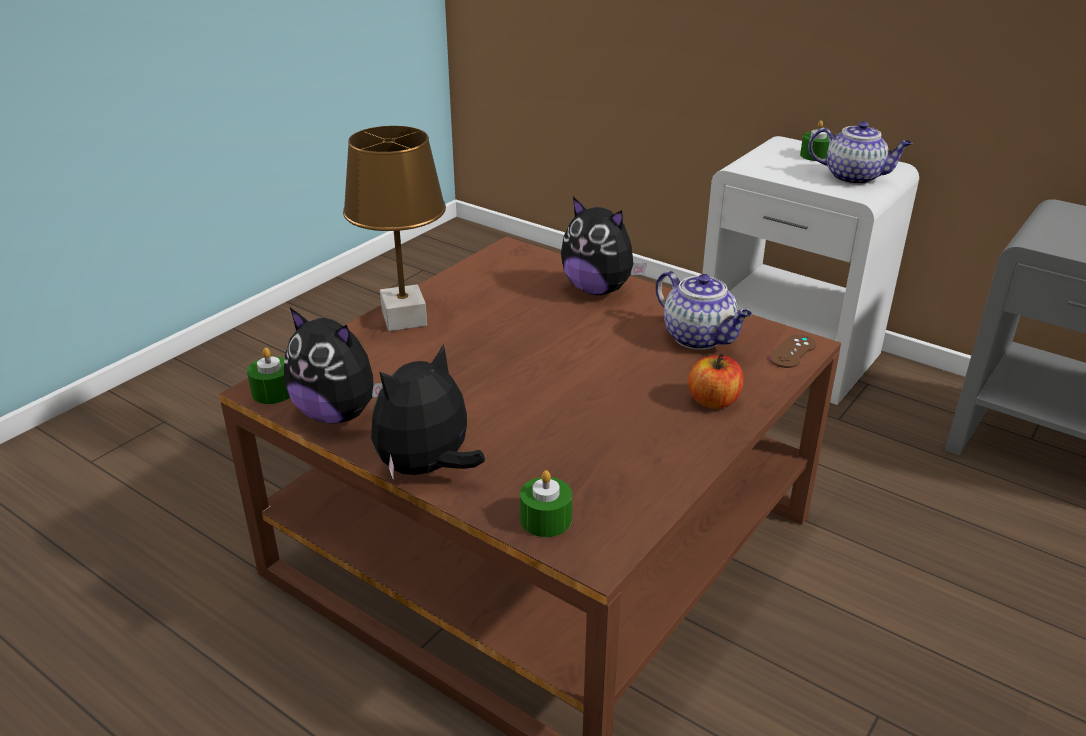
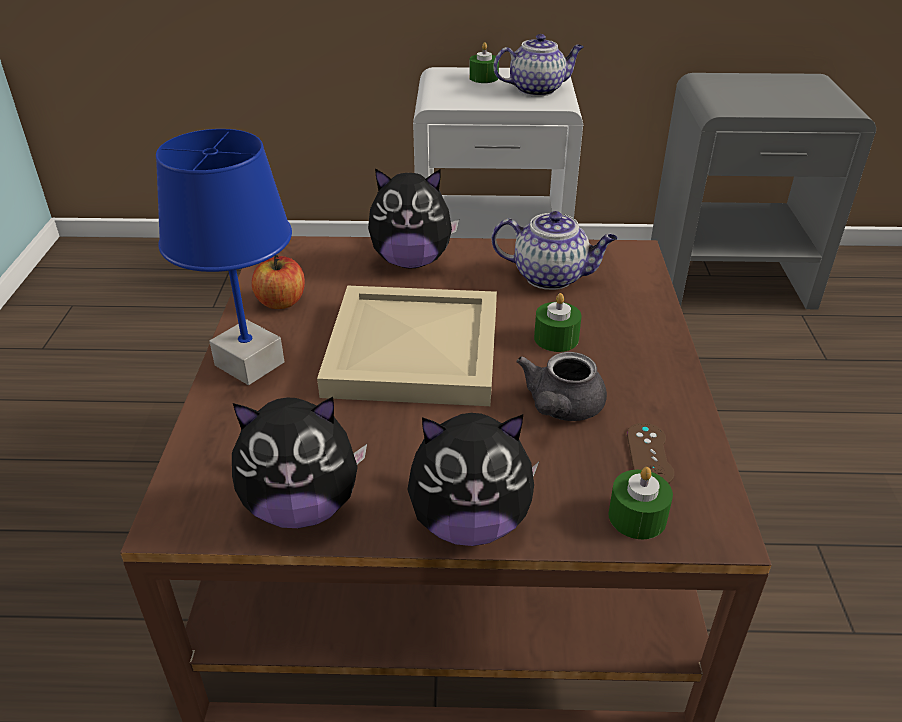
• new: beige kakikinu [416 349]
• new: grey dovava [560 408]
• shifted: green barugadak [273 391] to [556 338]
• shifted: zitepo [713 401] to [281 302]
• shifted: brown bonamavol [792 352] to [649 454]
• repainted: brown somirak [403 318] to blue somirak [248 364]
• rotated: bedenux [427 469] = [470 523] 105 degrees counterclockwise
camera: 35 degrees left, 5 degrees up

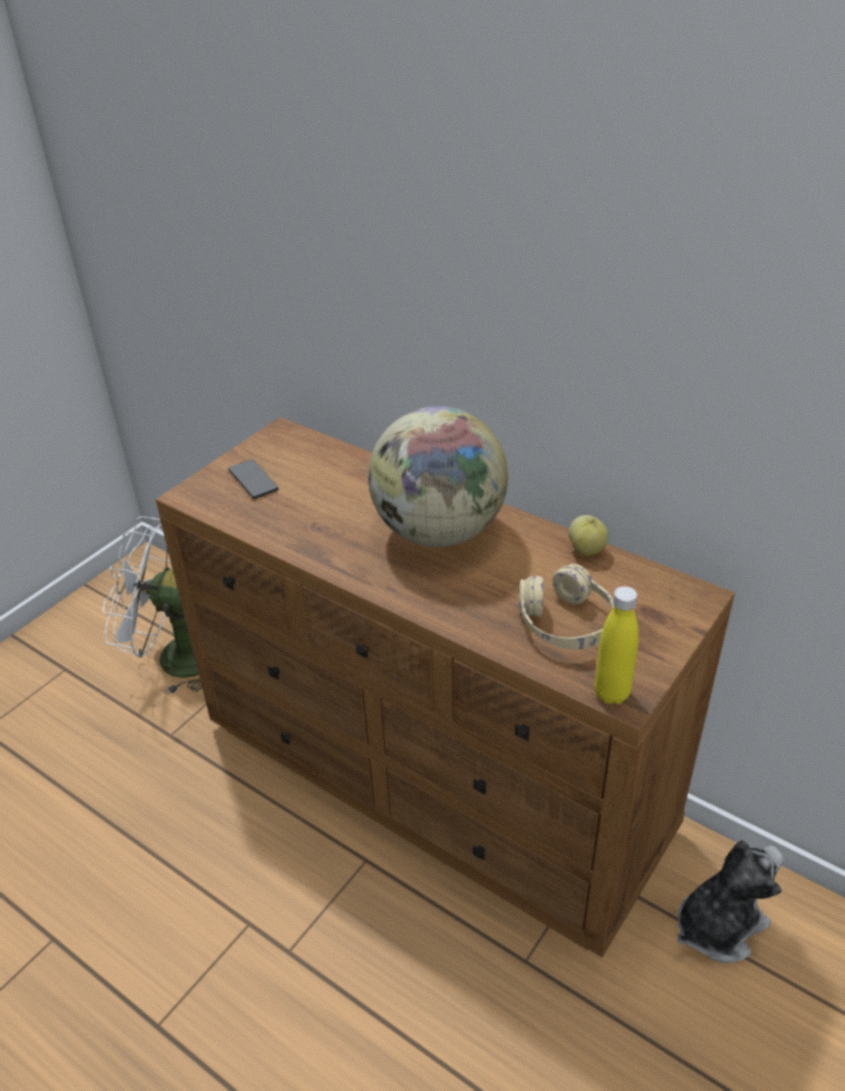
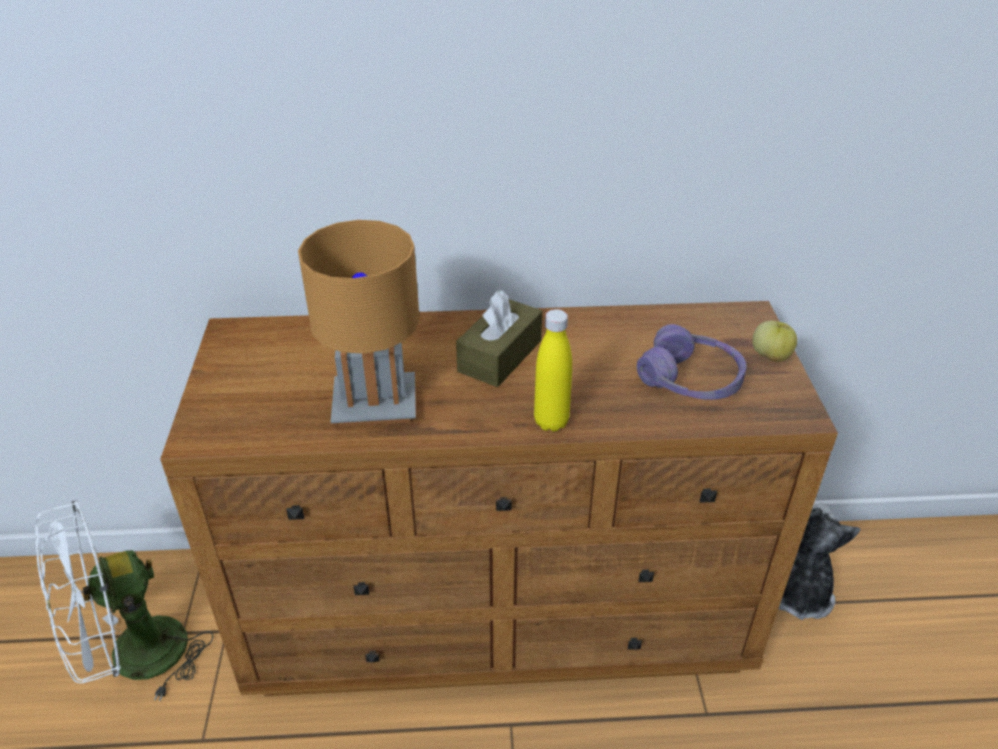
• gone: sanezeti [253 480]
• new: brown somirak [375 405]
• shifted: zitepo [587 550] to [771 356]
• shifted: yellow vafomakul [611 693] to [551 422]
• swapped: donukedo [438 532] to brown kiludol [500 356]
• repainted: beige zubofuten [566 623] to purple zubofuten [690 380]
camera: 40 degrees left, 0 degrees up

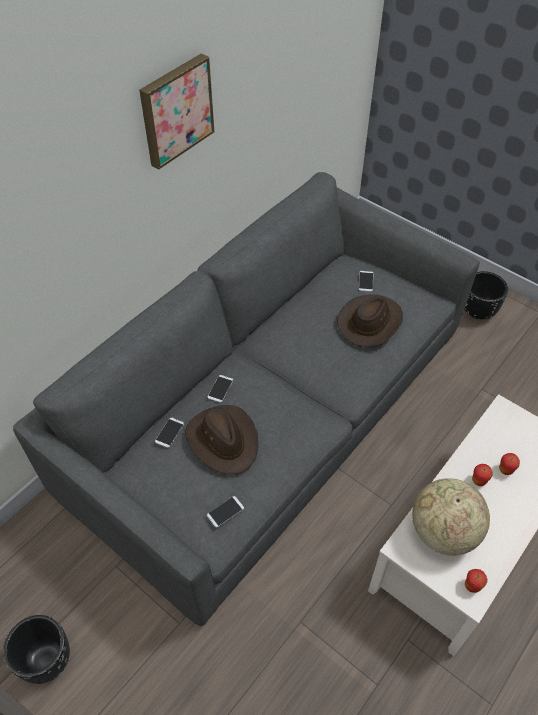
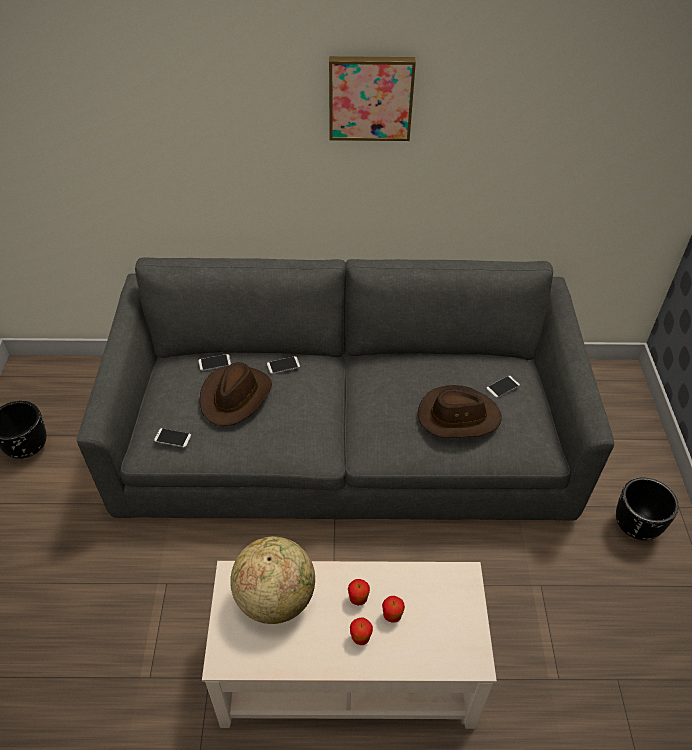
• shifted: zitepo [472 585] to [360 637]
camera: 50 degrees right, 5 degrees down

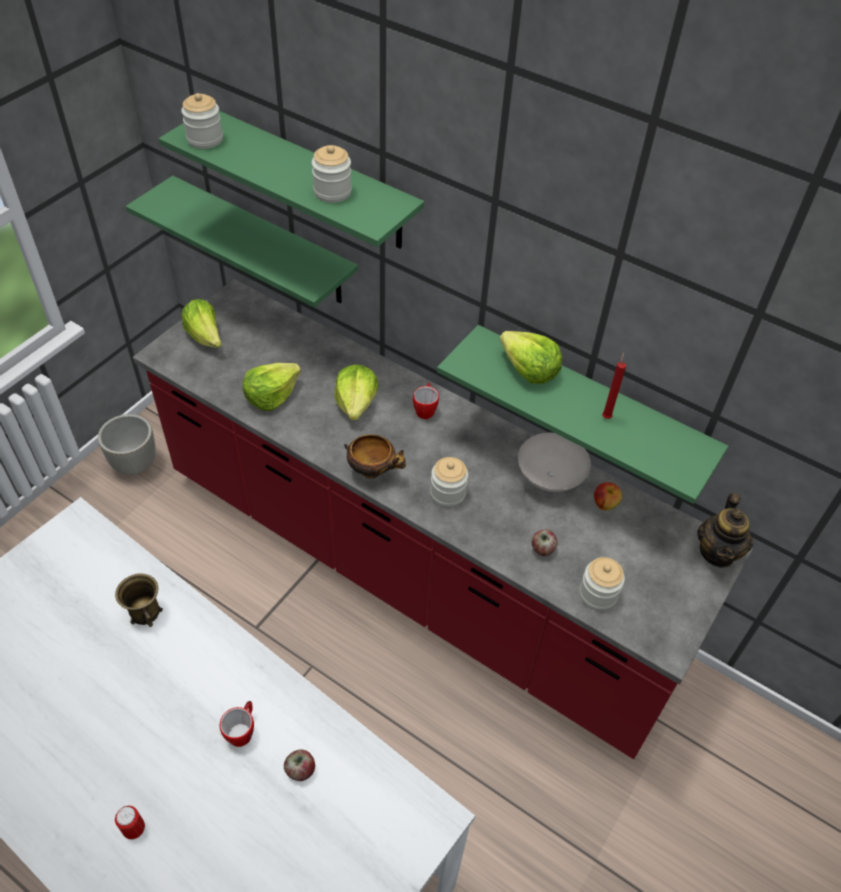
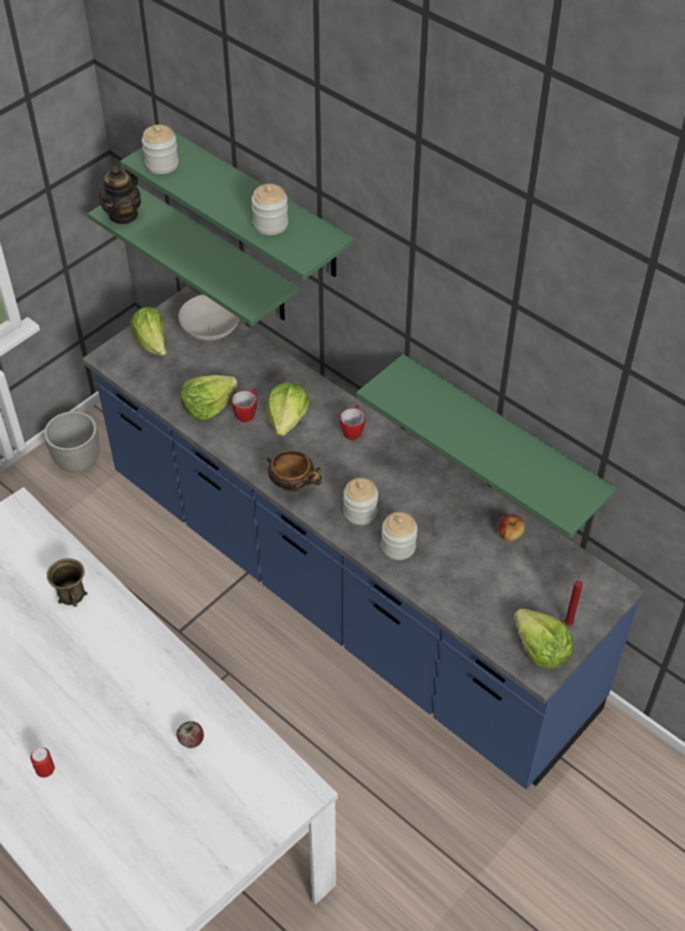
• gone: zitepo [542 549]
• shifted: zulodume [242 730] to [247 413]
• shifted: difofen [528 370] to [541 649]
• shifted: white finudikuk [550 478] to [211 332]
• shifted: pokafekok [598 594] to [398 546]
• shifted: red barugadak [606 416] to [568 622]
• shifted: dovava [717 552] to [123 215]
• repainted: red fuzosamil [413 569] to blue fuzosamil [342 591]
camera: 10 degrees right, 0 degrees up

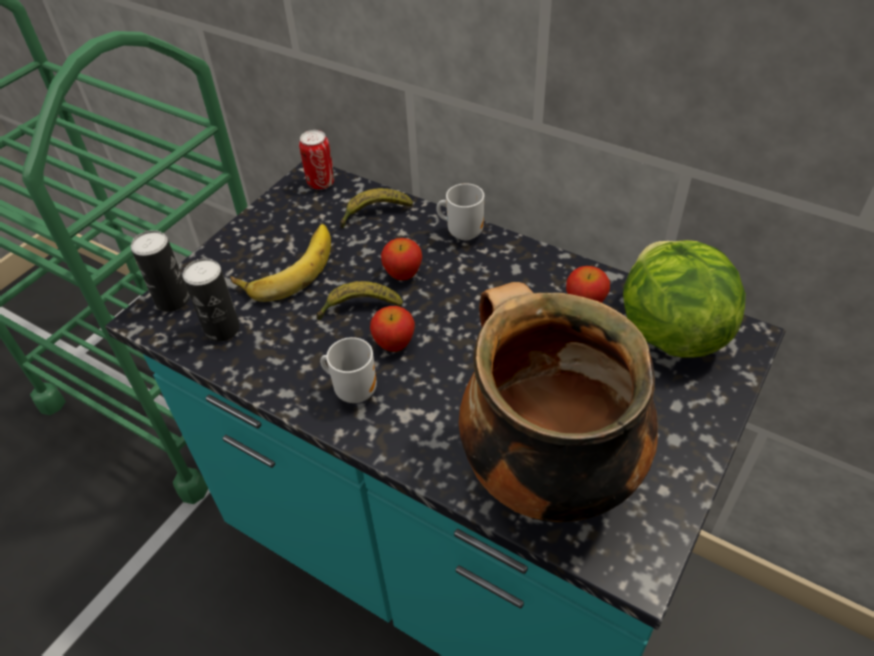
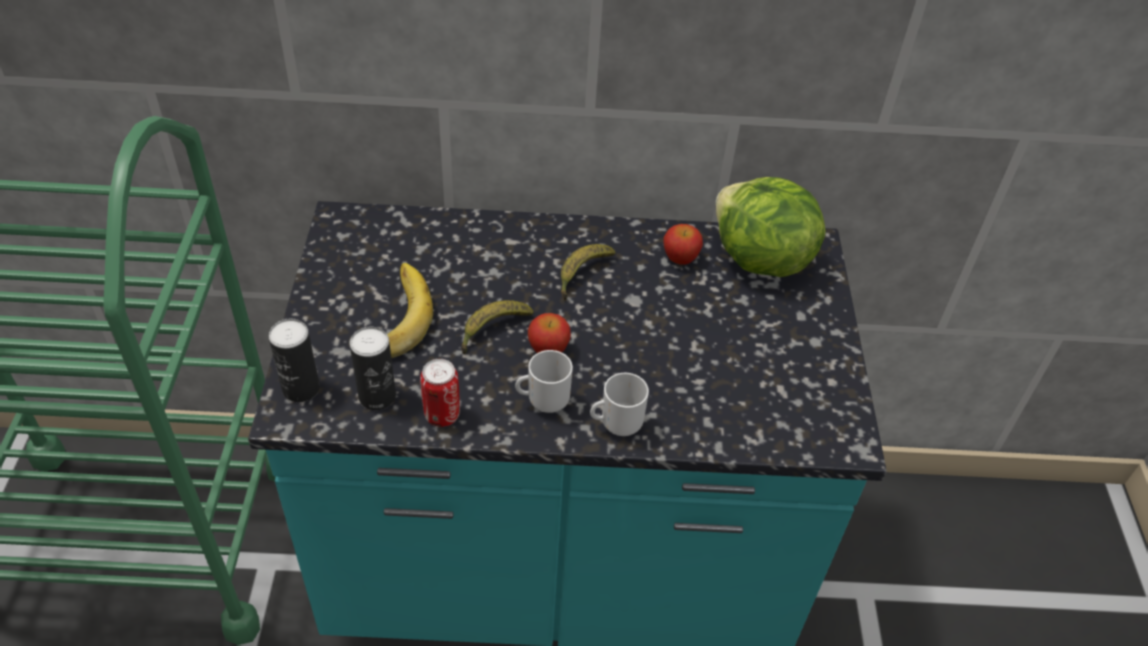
• gone: zitepo [403 274]
• gone: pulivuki [544 476]
• shifted: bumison [321 183] to [442 415]
• shifted: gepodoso [374 213] to [582 274]
• shifted: zulodume [463 232] to [617 424]
camera: 35 degrees left, 0 degrees up

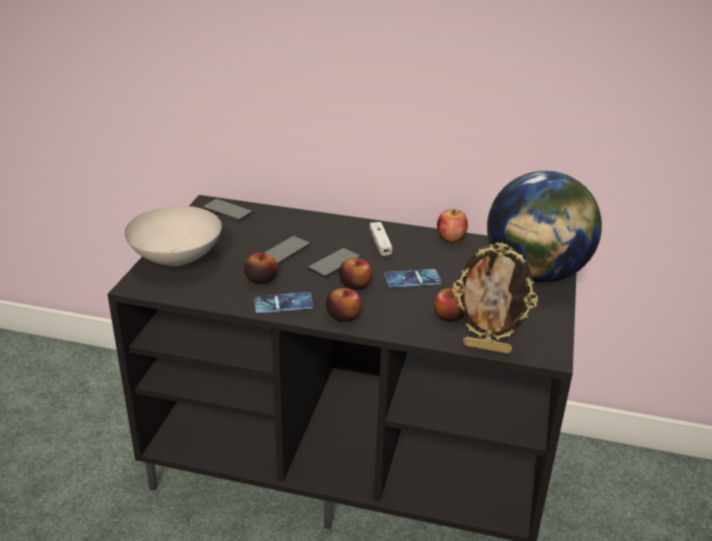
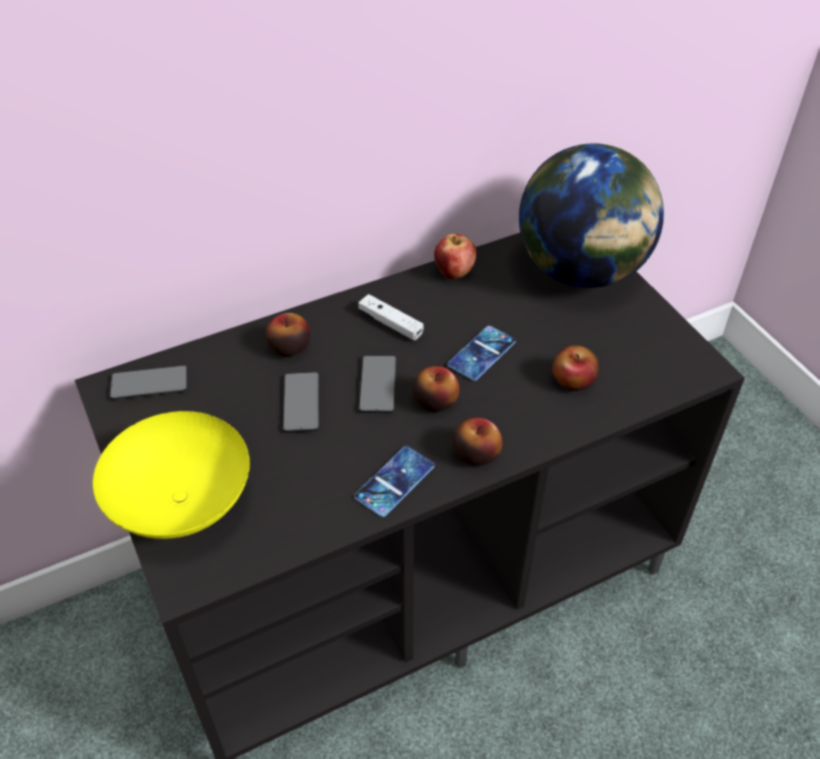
• gone: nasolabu [487 347]
• shifted: zitepo [261 279] to [289 347]
• repainted: white finudikuk [176 259] to yellow finudikuk [182 505]
camera: 40 degrees left, 15 degrees up

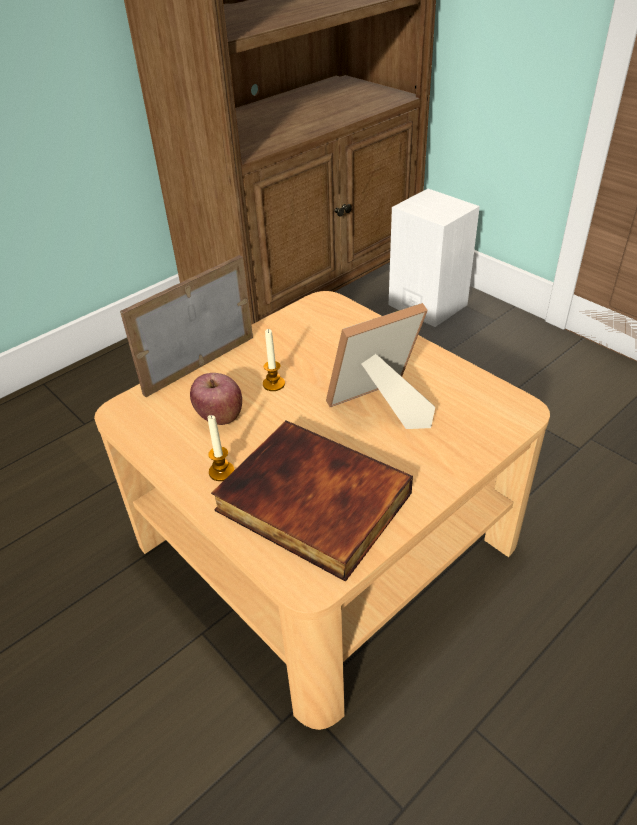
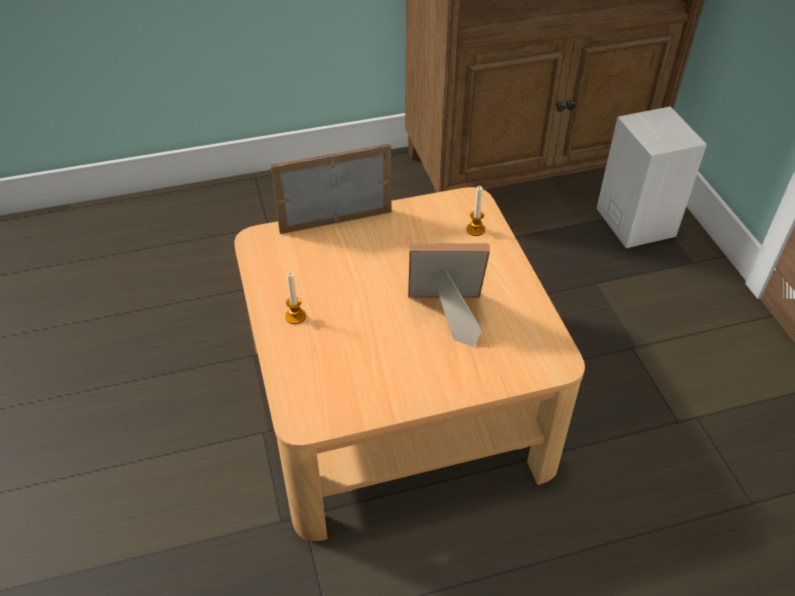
• gone: zitepo [219 416]
• gone: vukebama [310 503]
• shifted: barugadak [273 384] to [475 229]
camera: 25 degrees right, 5 degrees up

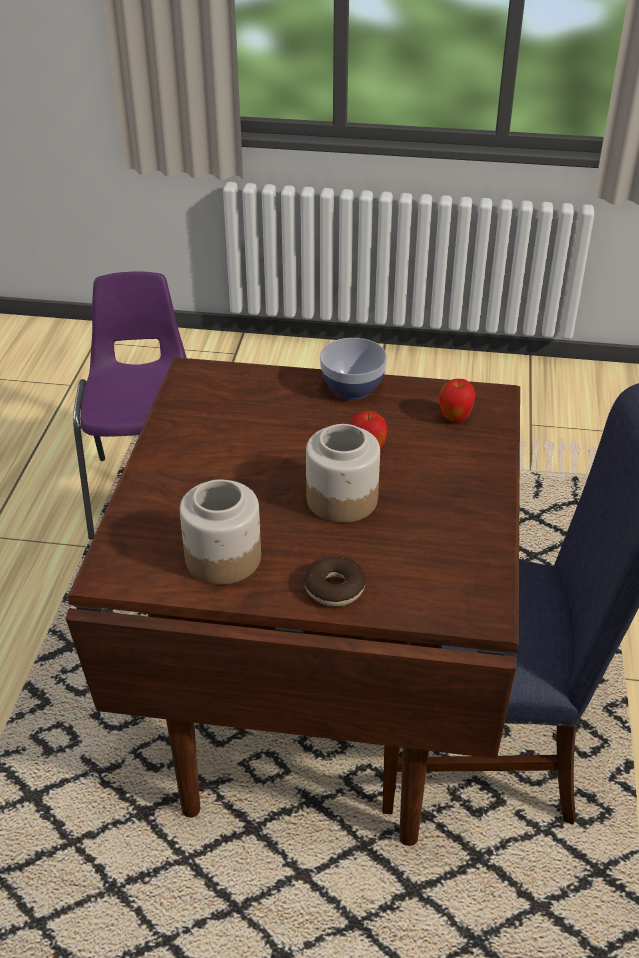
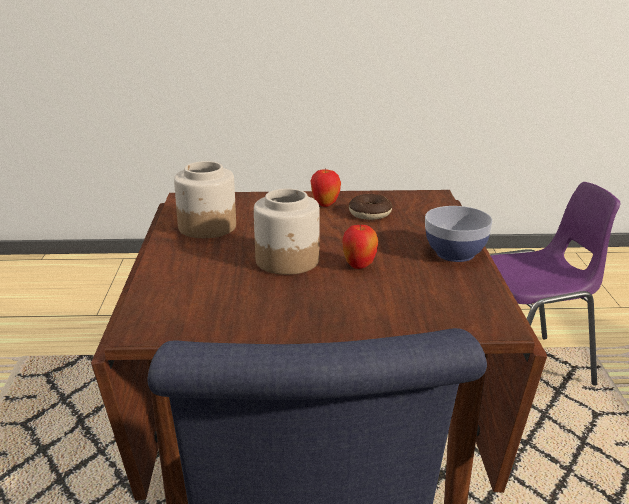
• shifted: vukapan [334 588] to [370 214]
• shifted: zitepo [455 419] to [325 204]
camera: 80 degrees right, 15 degrees down

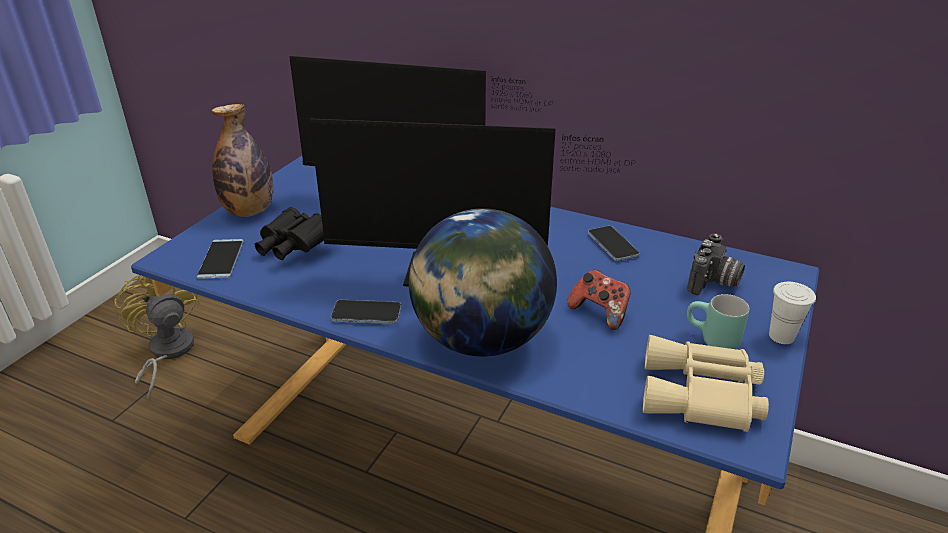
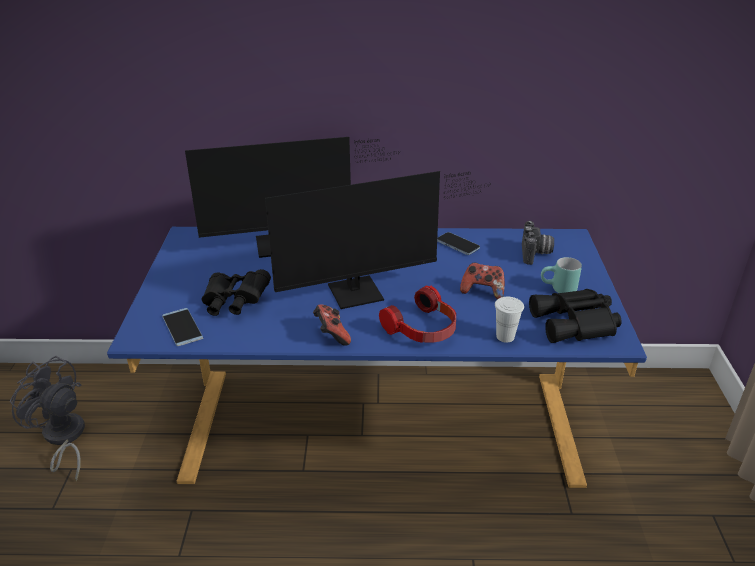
• gone: vafomakul [249 211]
• shifted: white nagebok [781 336] to [505 336]
• swapped: sanezeti [366 314] to bonamavol [331 335]
• swapped: donukedo [481 339] to zubofuten [423 329]
• repainted: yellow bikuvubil [166 353] to grey bikuvubil [63 439]
• repainted: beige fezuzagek [702 396] to black fezuzagek [576 324]
camera: 25 degrees left, 0 degrees up

